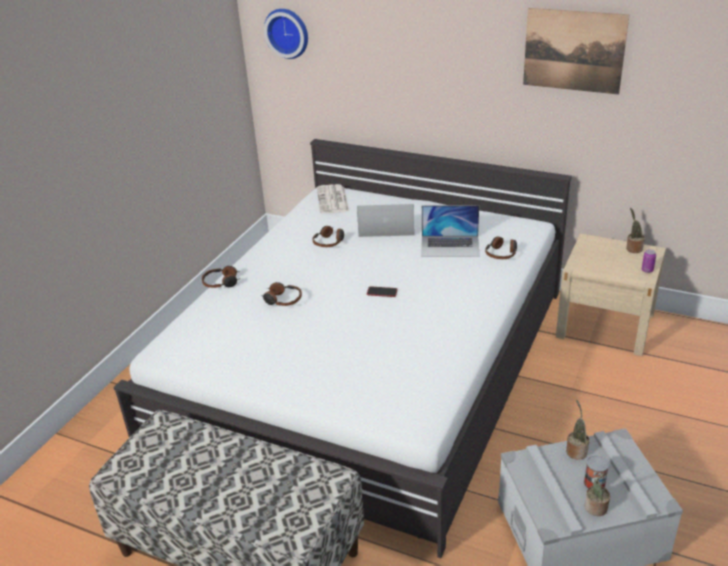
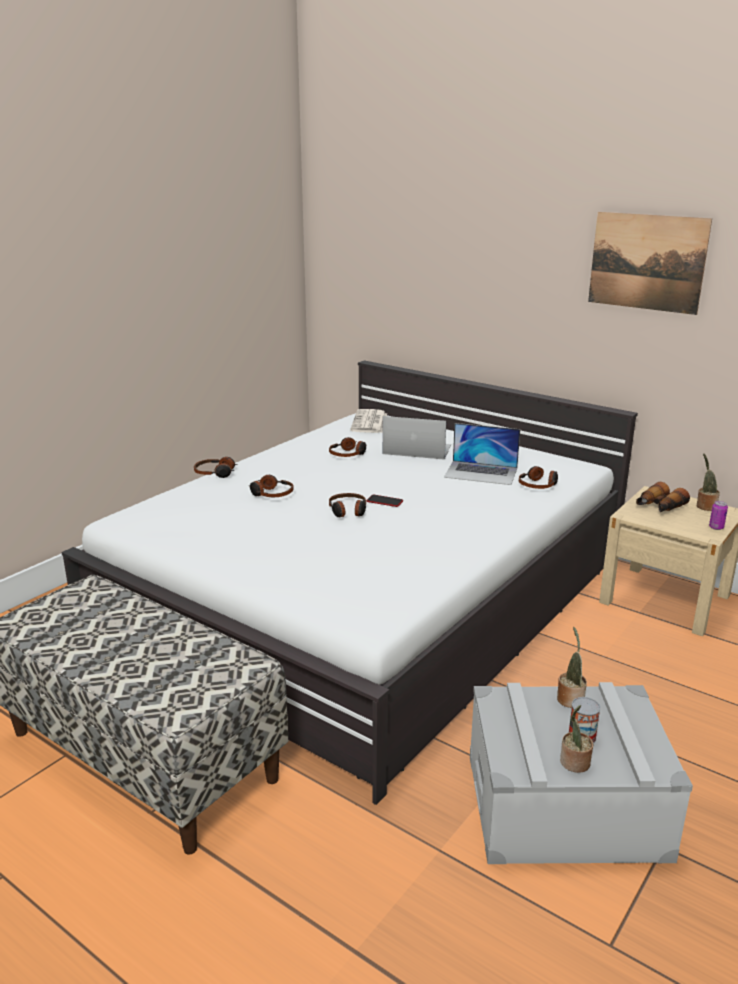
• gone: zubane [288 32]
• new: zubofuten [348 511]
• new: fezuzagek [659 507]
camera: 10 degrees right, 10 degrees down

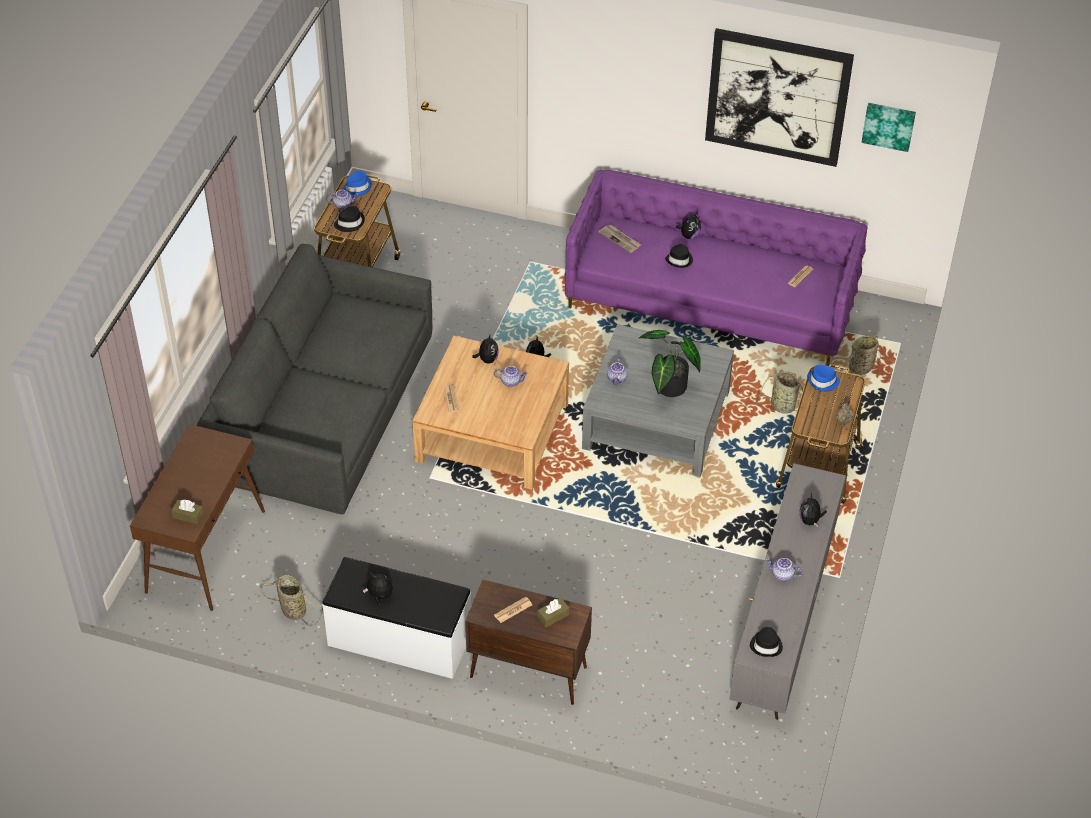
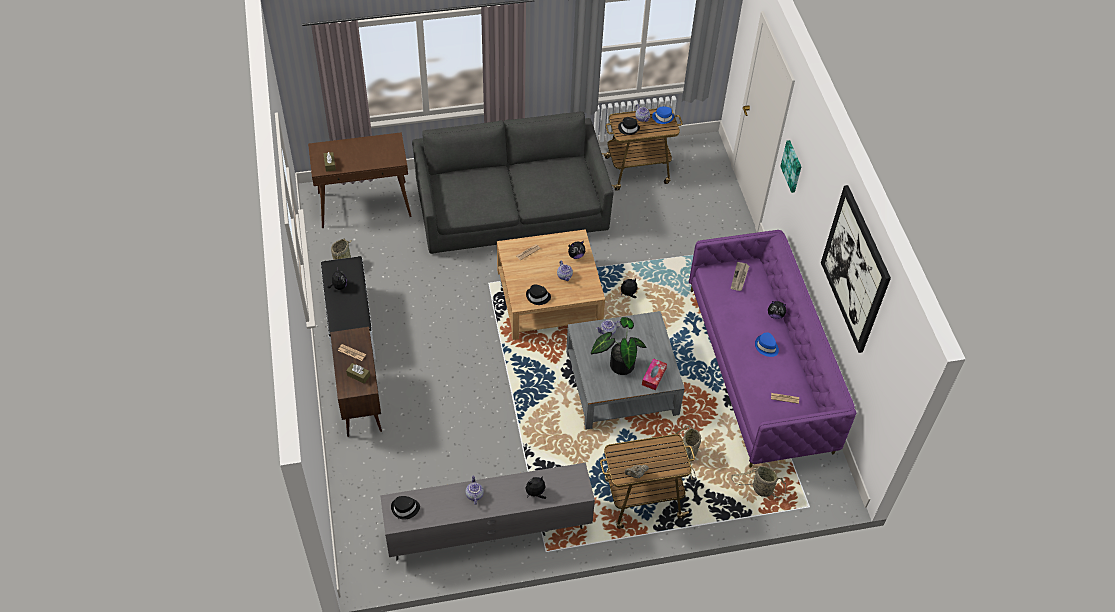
• new: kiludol [654 377]
• shifted: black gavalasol [679 260] to [538 297]
• shifted: blue gavalasol [823 381] to [766 347]
• shifted: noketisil [888 125] to [792 166]
camera: 60 degrees right, 5 degrees up

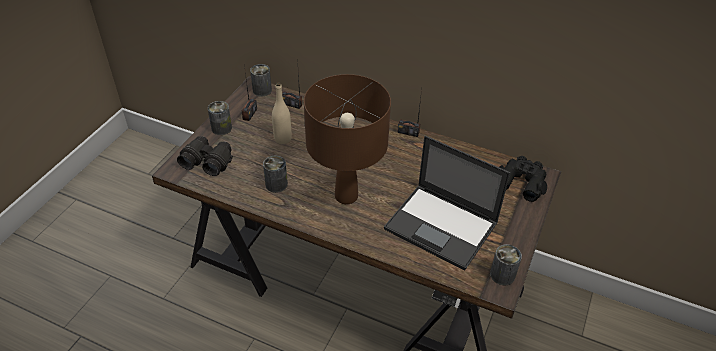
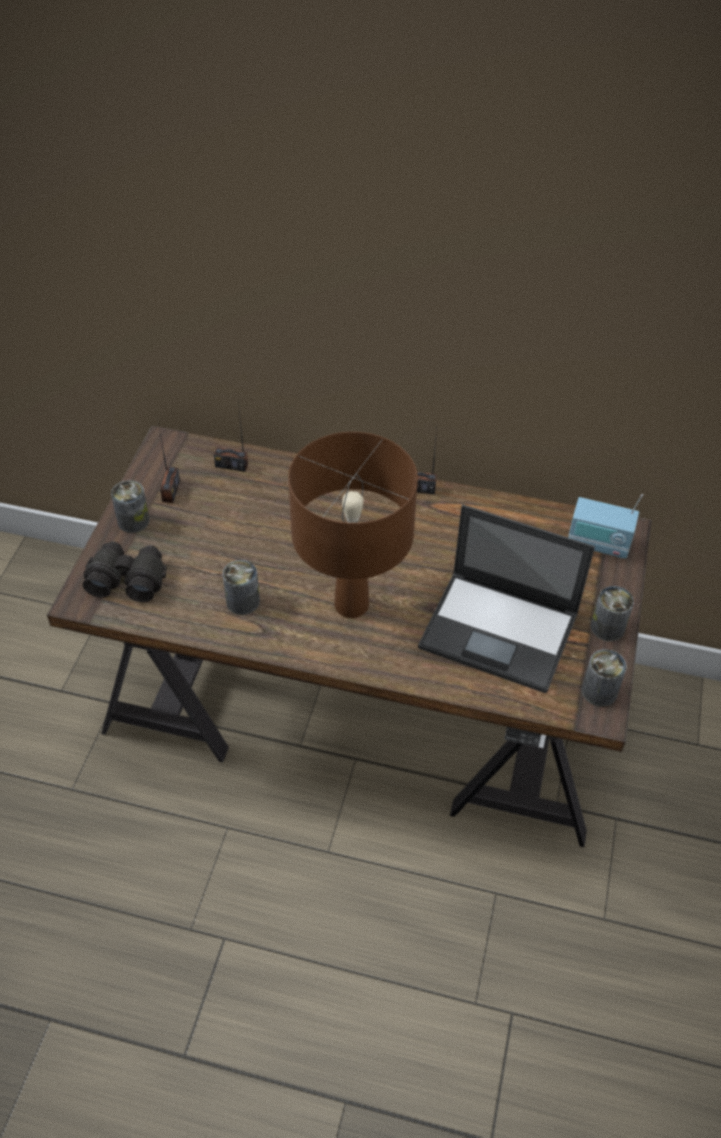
• gone: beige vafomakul [282 139]
• shifted: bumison [262 90] to [607 627]
• swapped: black fezuzagek [521 181] to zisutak [598 544]
camera: 10 degrees left, 5 degrees up

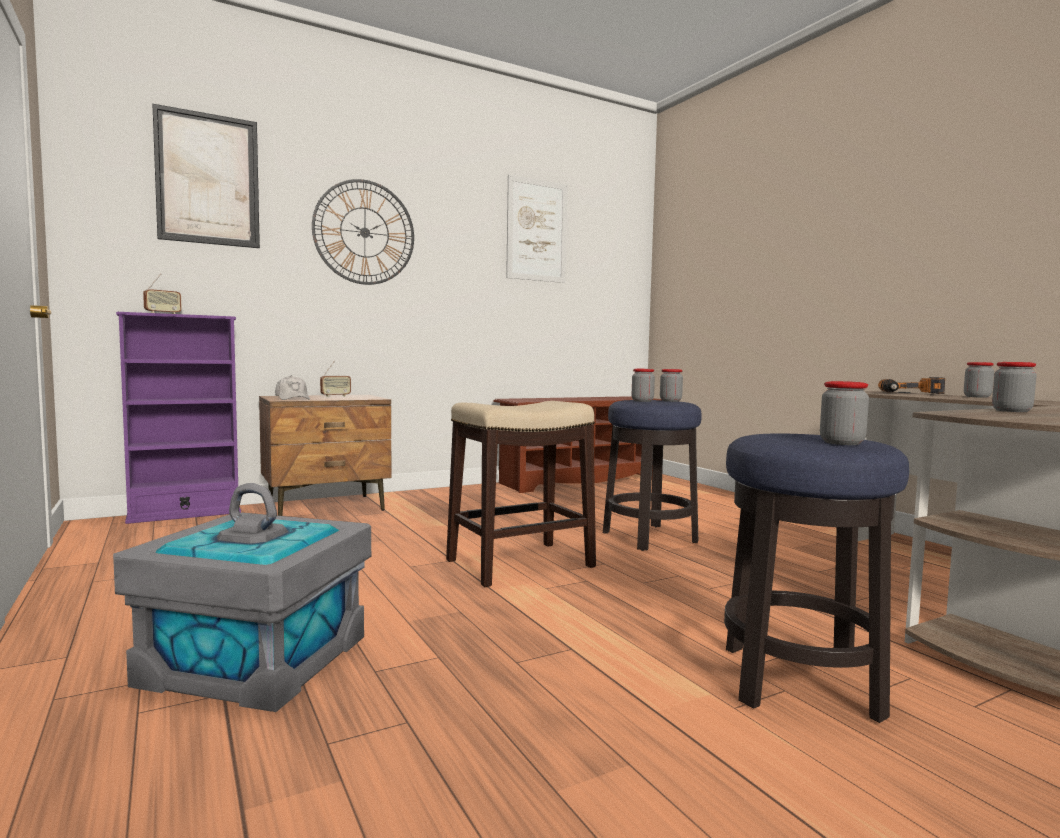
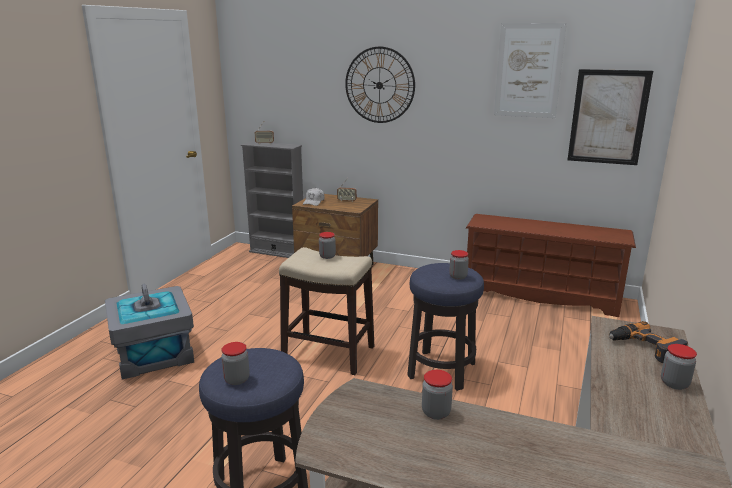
• shifted: noketisil [208 179] to [608 117]
• shifted: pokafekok [642 401] to [327 256]
• repainted: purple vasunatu [185 514] to grey vasunatu [277 252]
camera: 50 degrees right, 15 degrees up

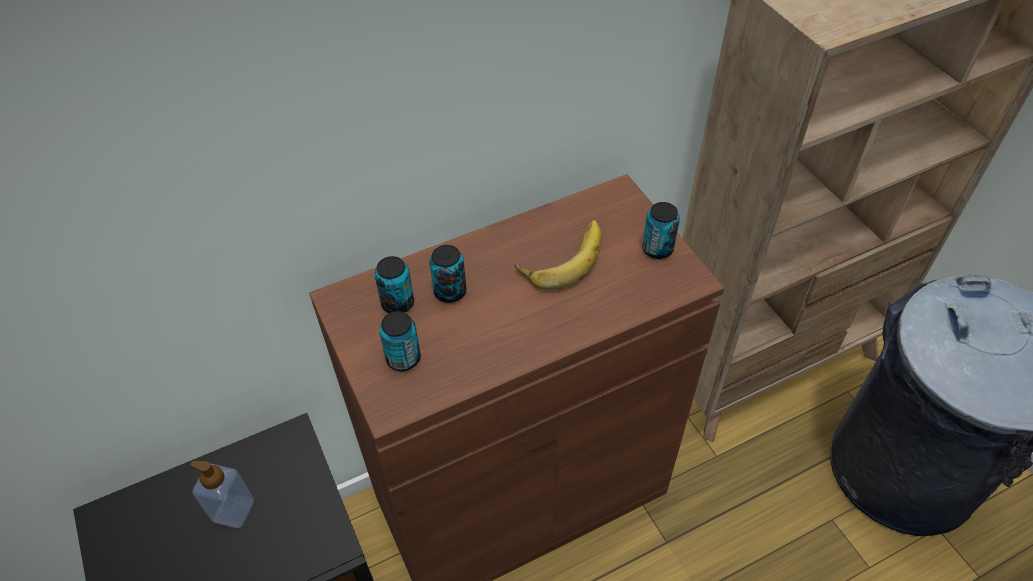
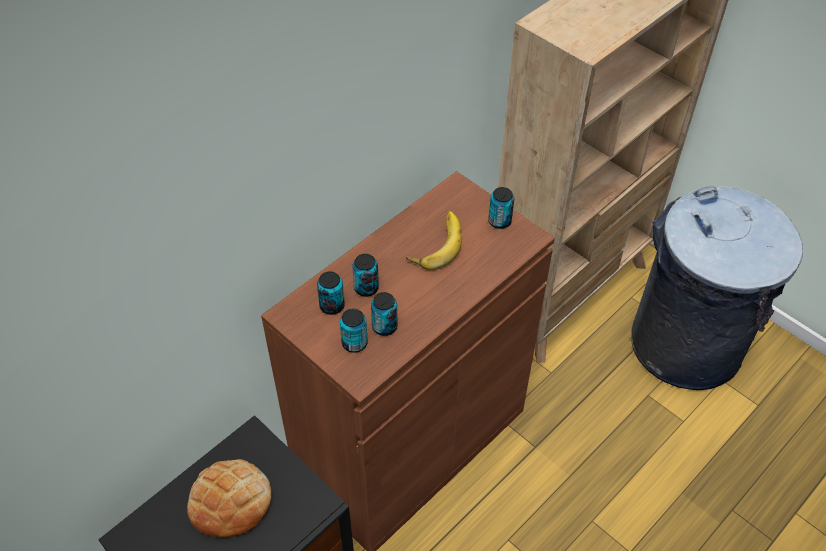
• new: bumison [384 327]
• swapped: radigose [233 510] to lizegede [230 501]
camera: 20 degrees left, 0 degrees up

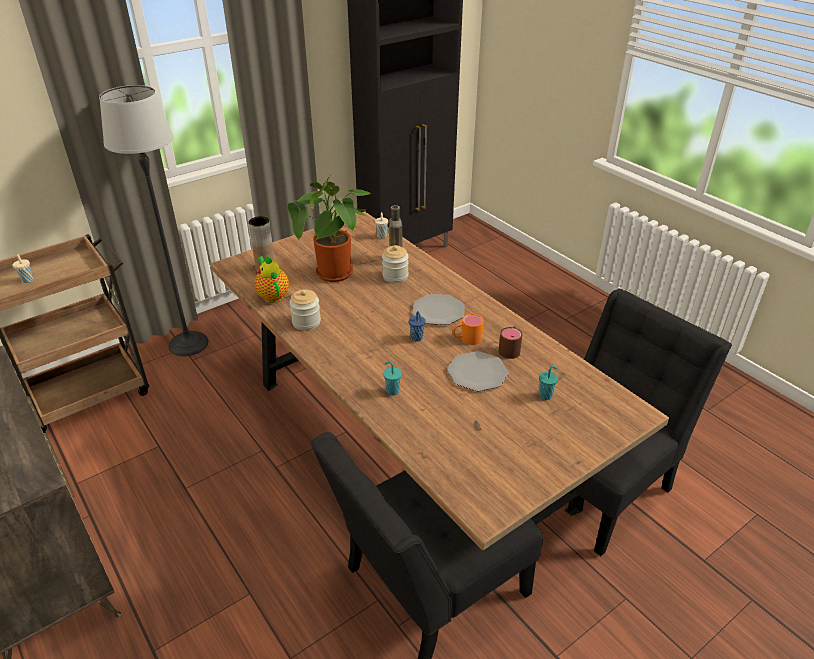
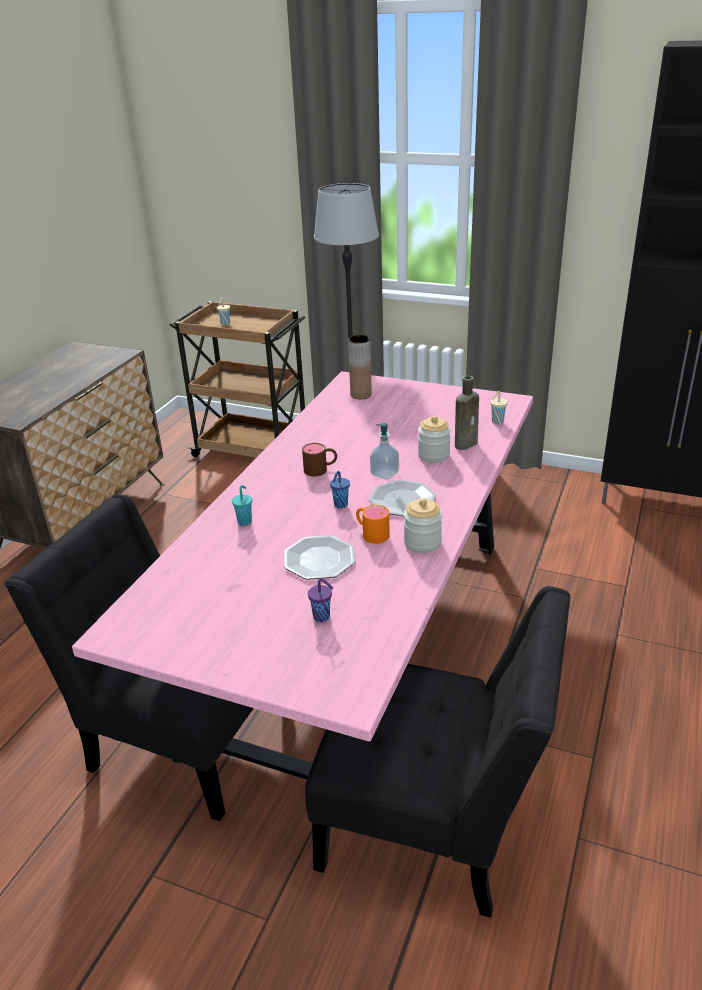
• gone: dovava [272 295]
• gone: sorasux [336 275]
• new: radigose [384 474]
• shifted: pokafekok [306 322] to [422 542]
• shifted: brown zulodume [510 348] to [321 469]
• repainted: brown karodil [407 441] to pink karodil [358 638]
• repainted: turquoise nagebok [546 395] to purple nagebok [322 617]
camera: 60 degrees right, 5 degrees down

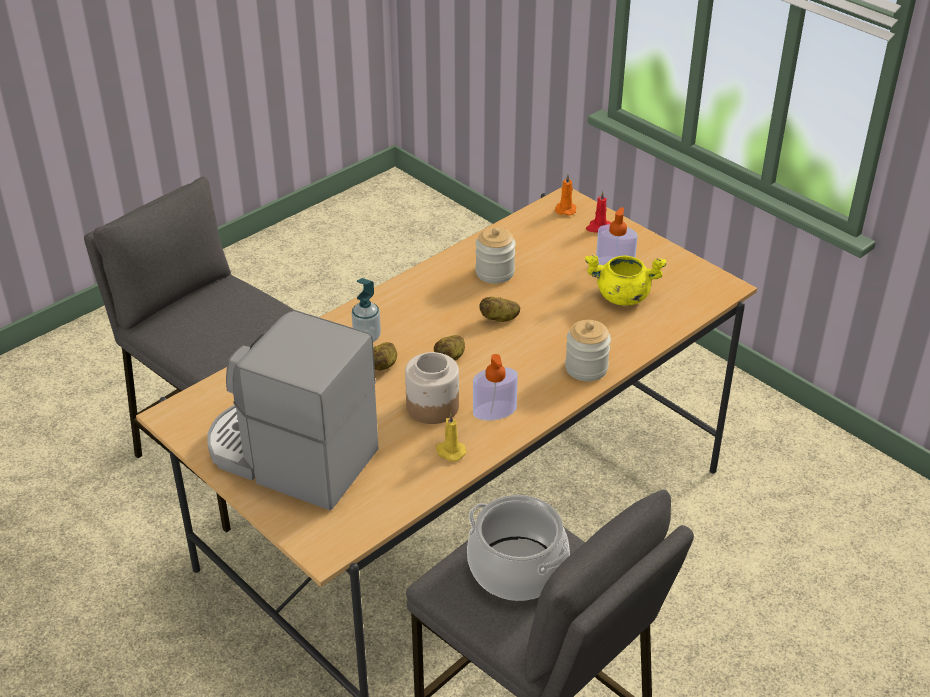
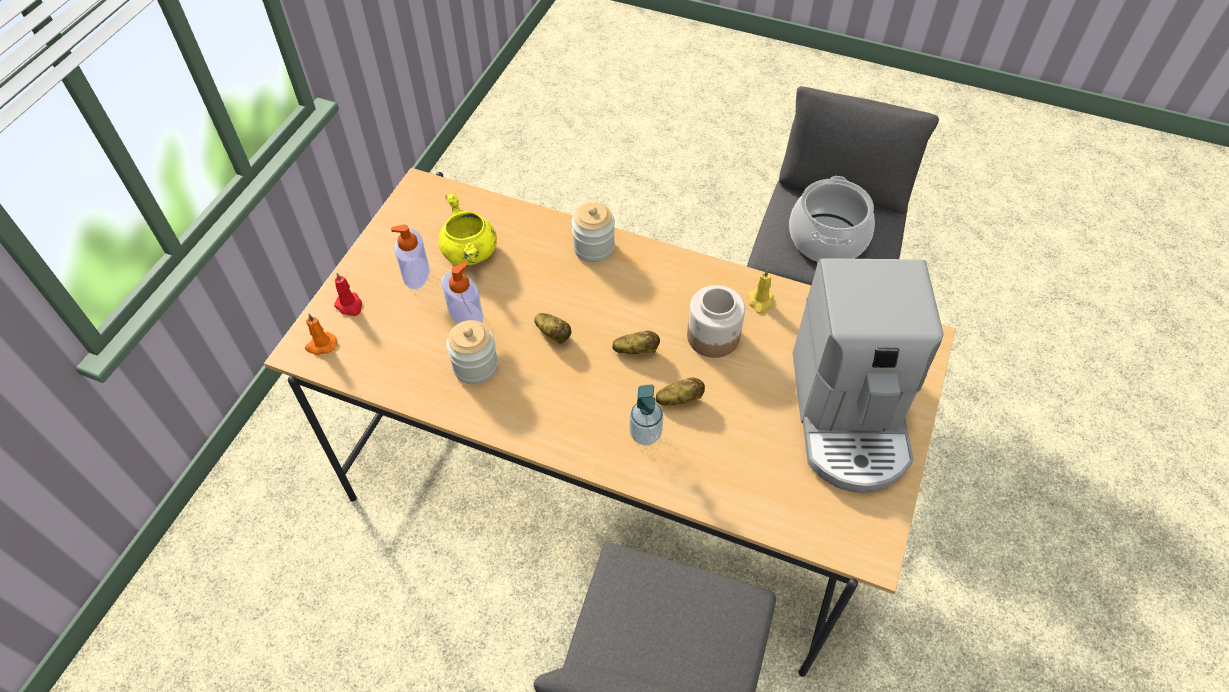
• shifted: radigose [494 411] to [465 314]
camera: 115 degrees left, 15 degrees up

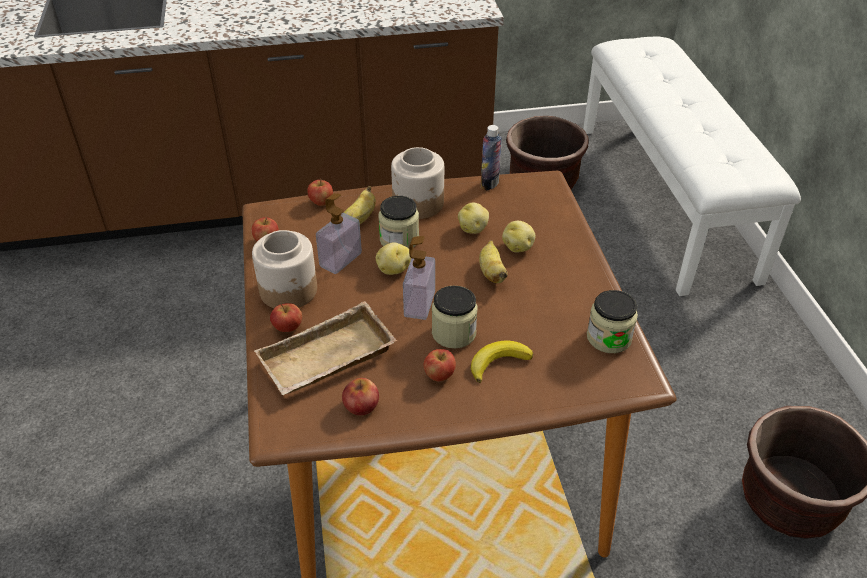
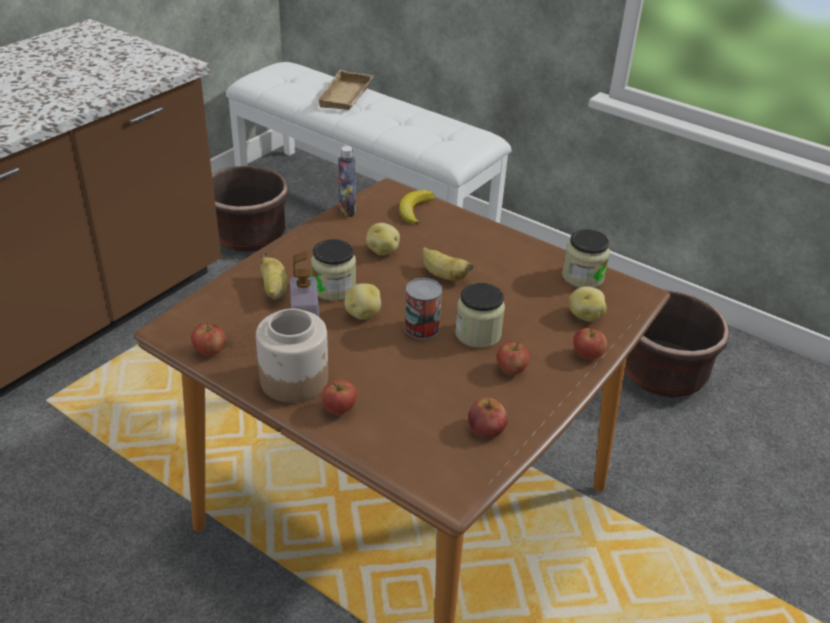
• gone: pokafekok [419 203]
• shifted: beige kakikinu [327 360] to [347 97]
• shifted: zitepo [321 202] to [587 355]
• shifted: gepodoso [498 362] to [414 210]
• shifted: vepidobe [518 247] to [585 315]
• swapped: radigose [419 304] to bumison [422 328]
camera: 45 degrees left, 5 degrees down

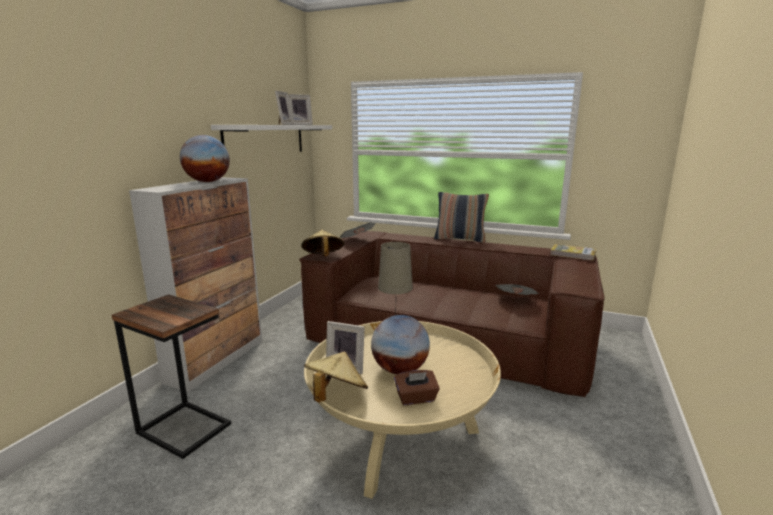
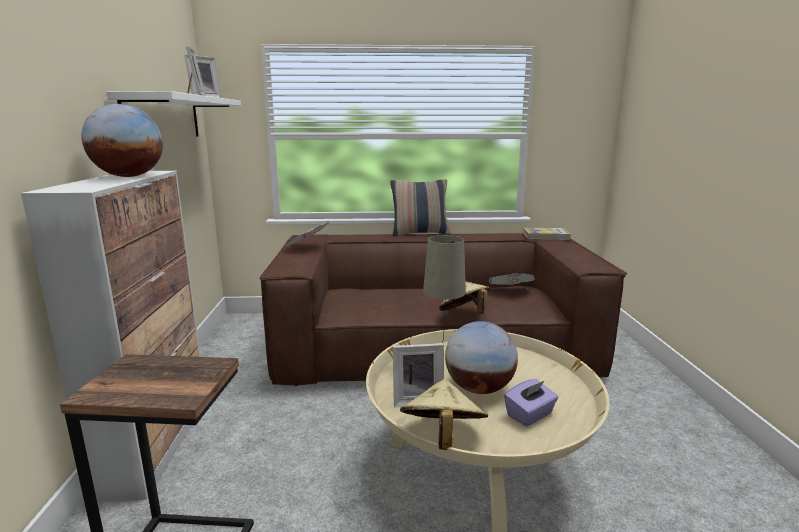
• shifted: beige gavalasol [323 257] to [464 315]
• repainted: brown kiludol [416 398] to purple kiludol [530 415]
camera: 25 degrees left, 0 degrees up

